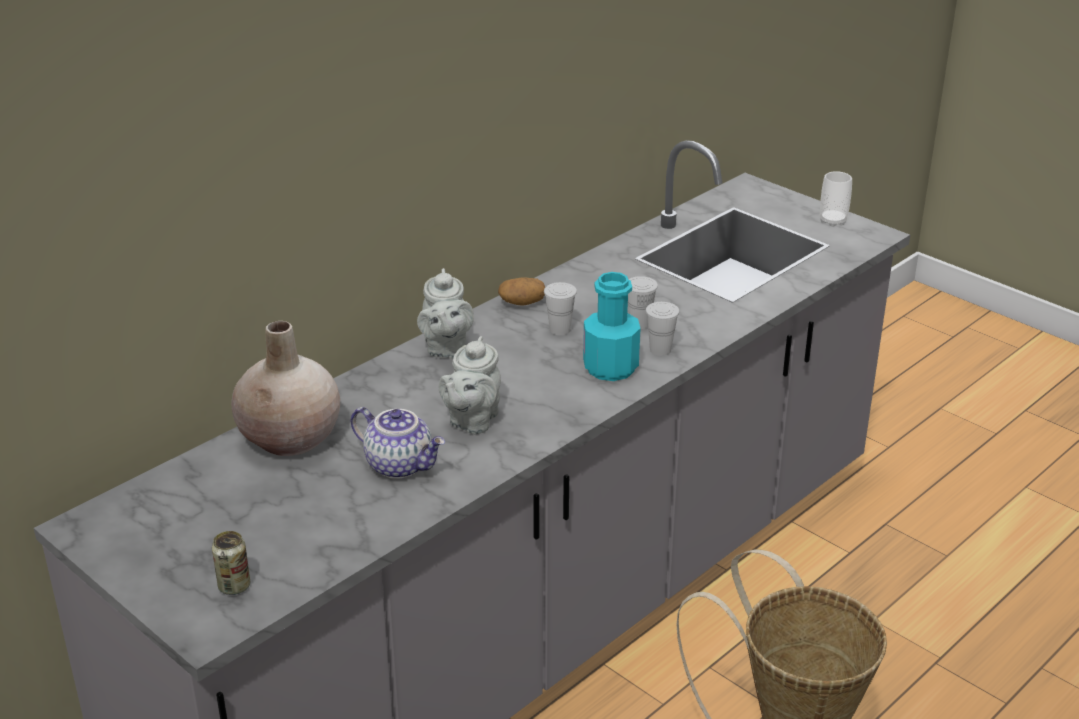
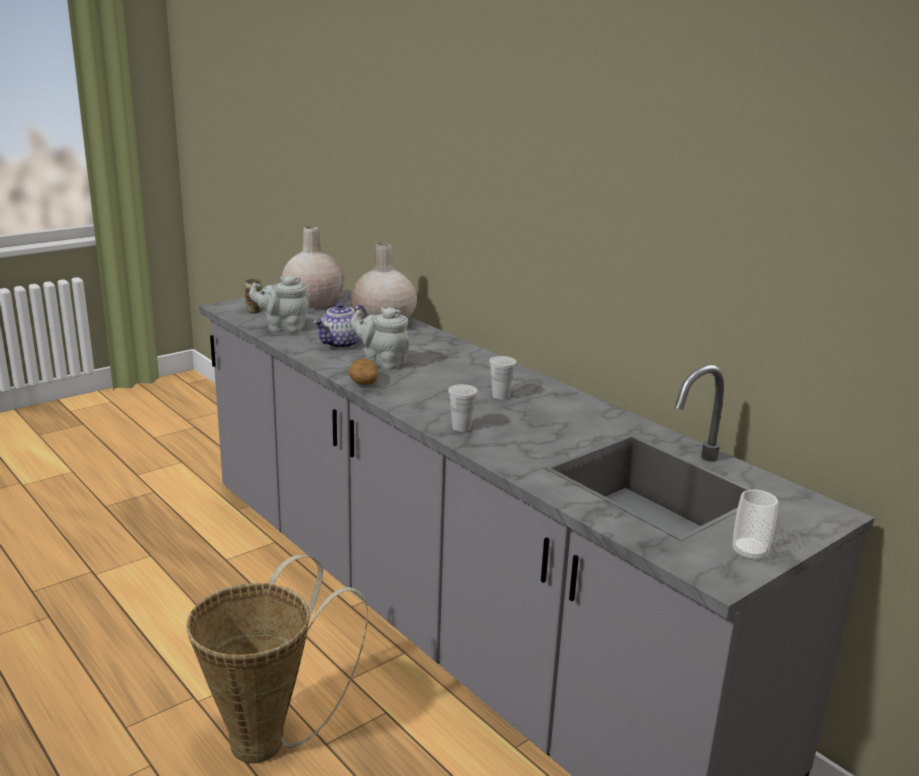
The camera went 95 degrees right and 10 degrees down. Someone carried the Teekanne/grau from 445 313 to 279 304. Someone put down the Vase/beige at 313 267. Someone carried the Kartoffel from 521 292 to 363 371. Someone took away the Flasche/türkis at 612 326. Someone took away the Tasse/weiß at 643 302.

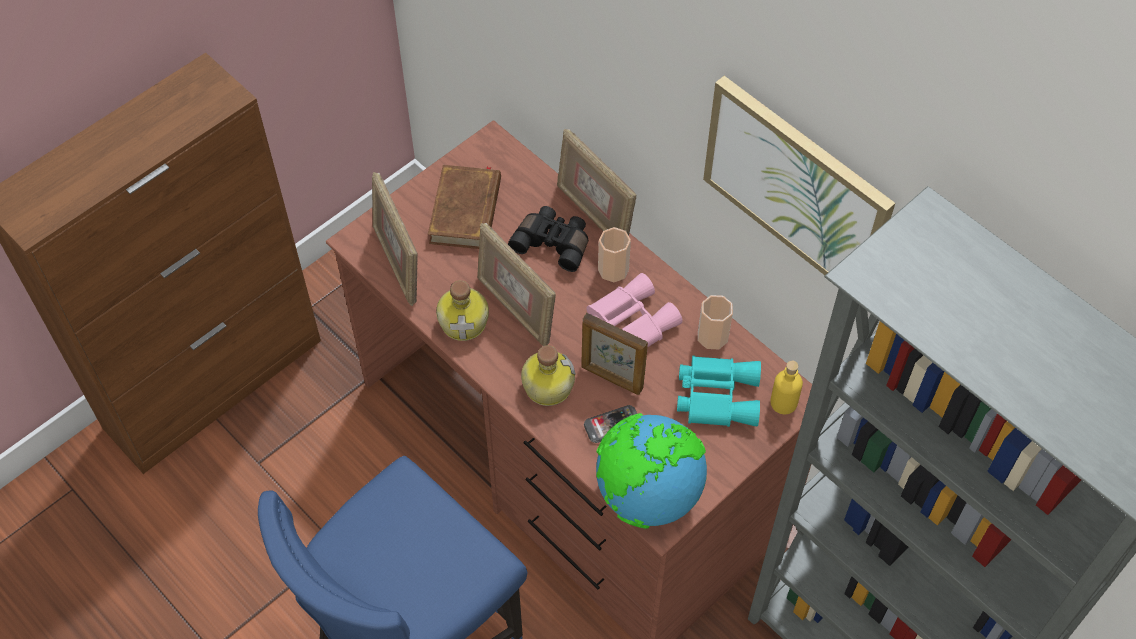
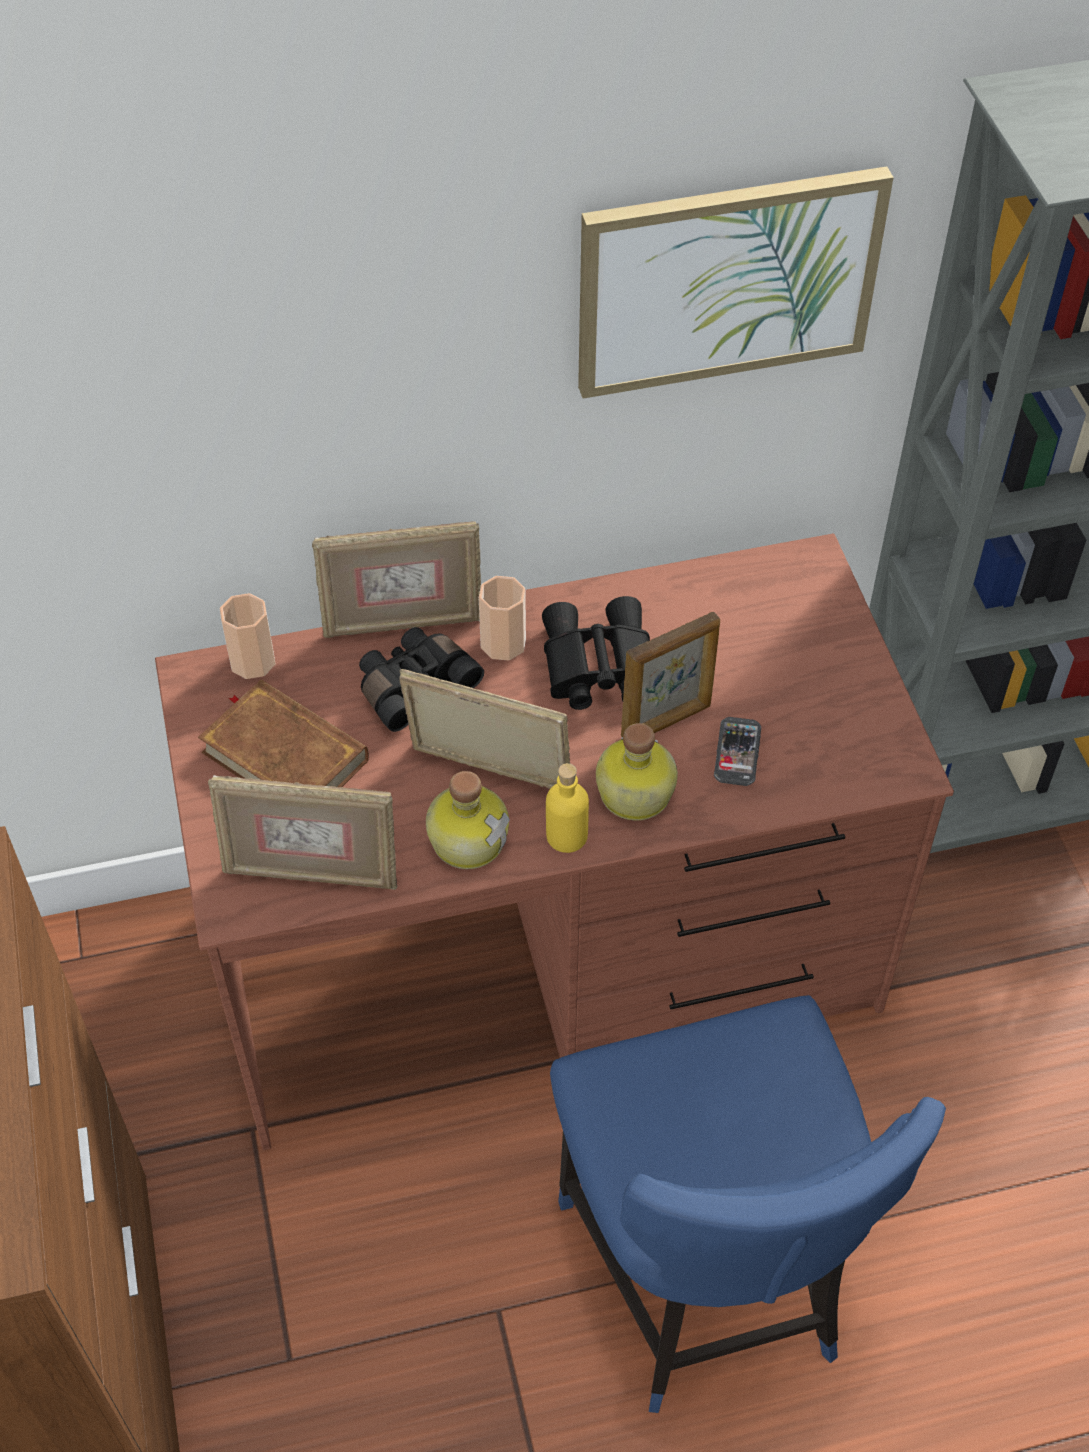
The camera went 60 degrees left and 5 degrees down. Someone carried the Tasse from 715 322 to 248 636. Someone rotated the Bilderrahmen at 516 284 by 150 degrees counterclockwise. Someone repainted the Fernglas/rosa at 635 310, which became the Fernglas/schwarz at 596 653. Someone carried the Flasche/gelb from 786 387 to 567 808. Someone took away the Globus at 651 471. Someone took away the Fernglas/türkis at 719 391.

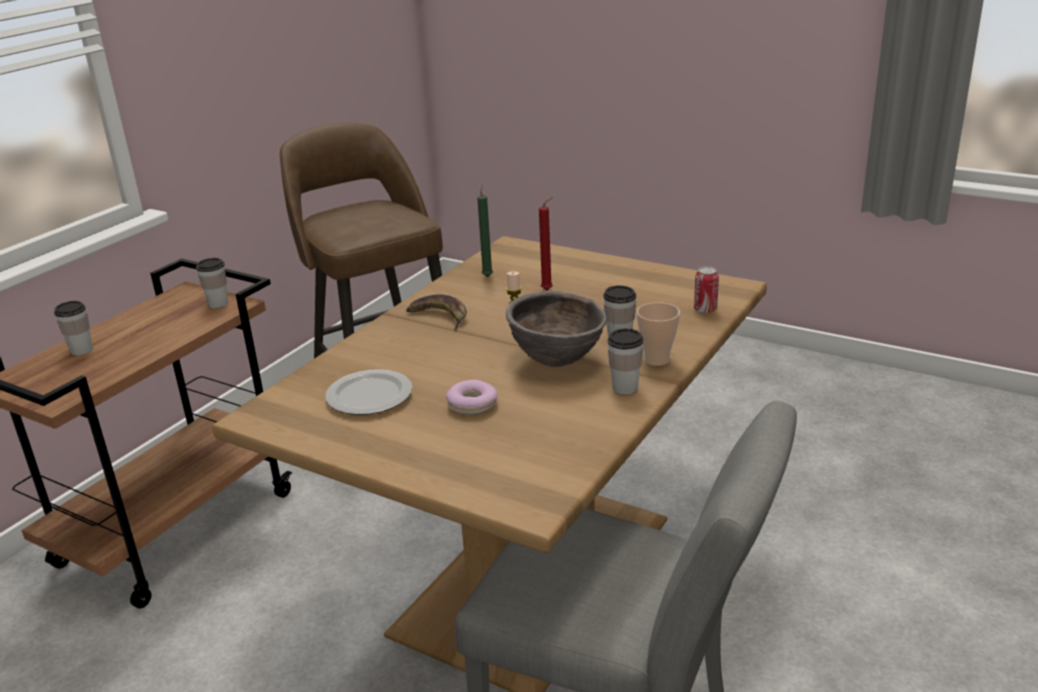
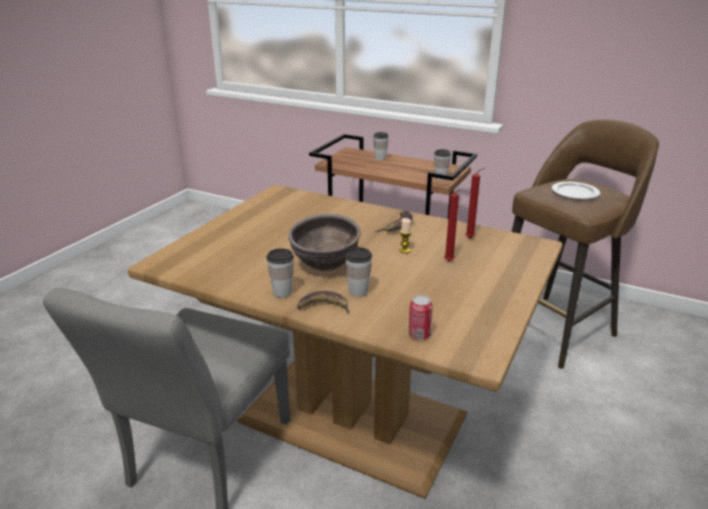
The camera went 85 degrees right and 0 degrees up. Someone swapped the Tasse at 658 334 for the Banane at 323 302. Someone repainted the Kerze/grün at 485 231, which became the Kerze/rot at 475 203. Someone carried the Teller from 369 392 to 576 191. Someone took away the Donut at 472 397.

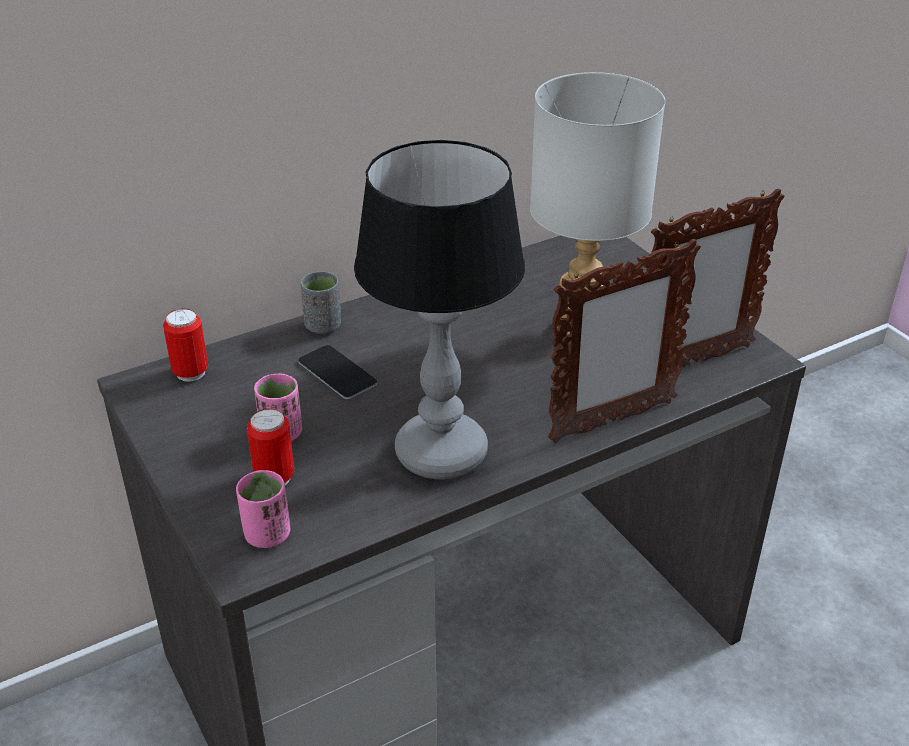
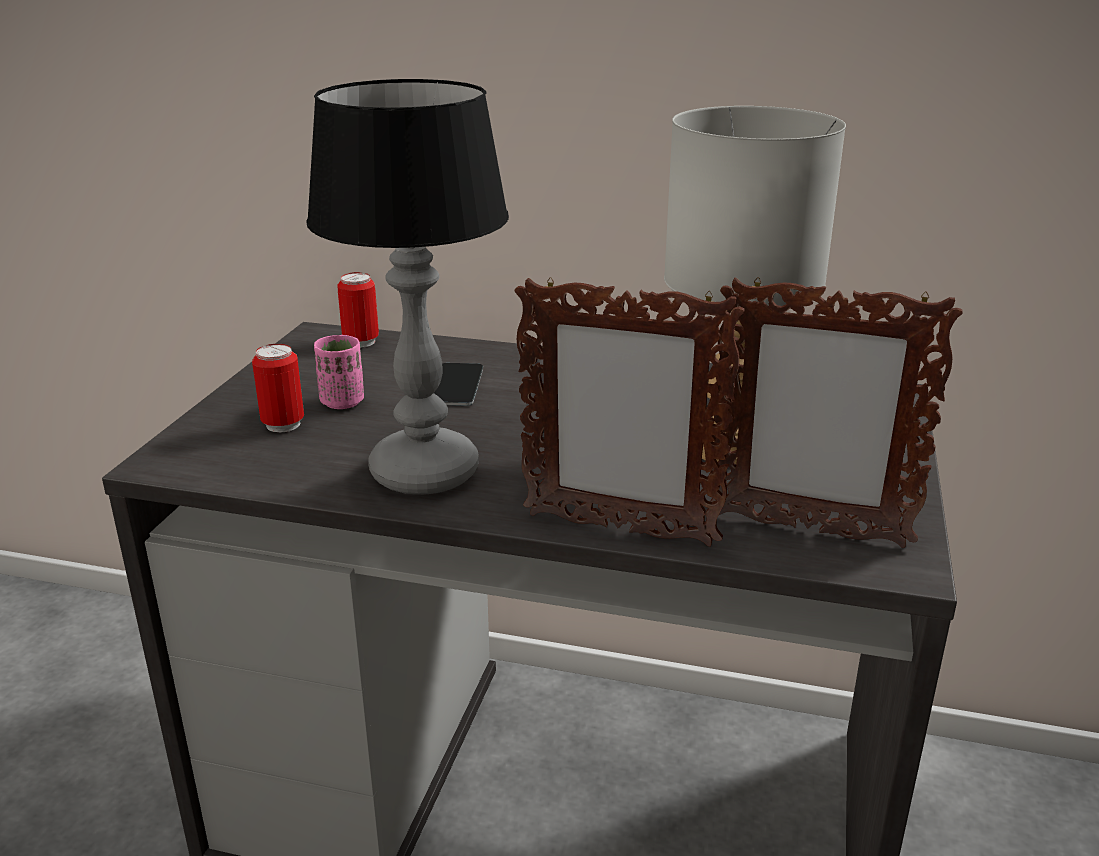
The camera went 45 degrees right and 10 degrees down. Someone took away the Tasse/rosa at 263 509. Someone took away the Tasse/grau at 320 302.

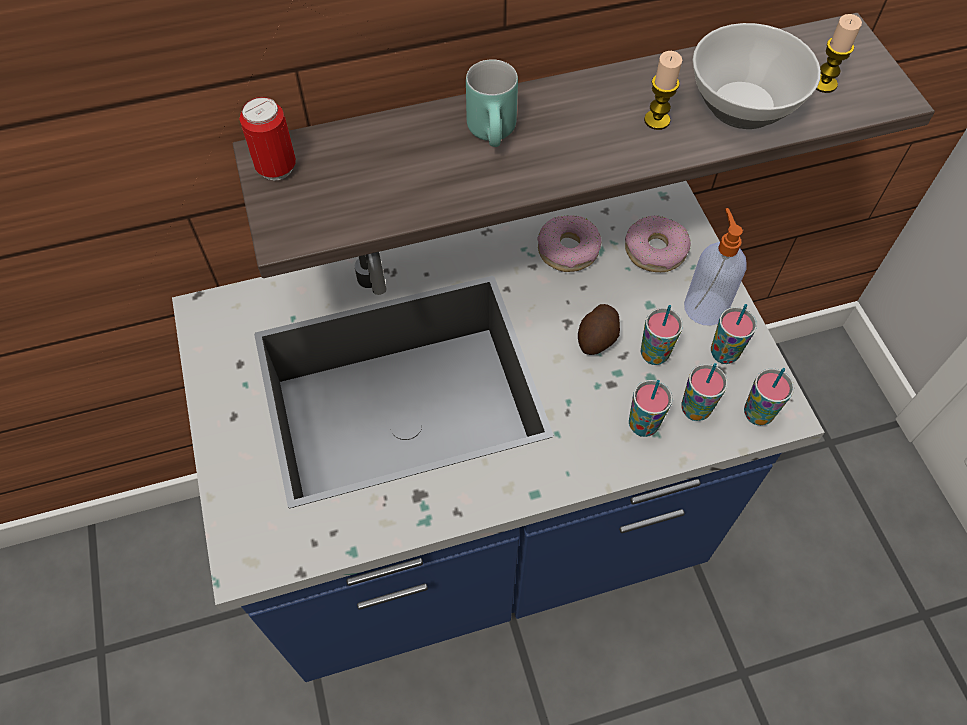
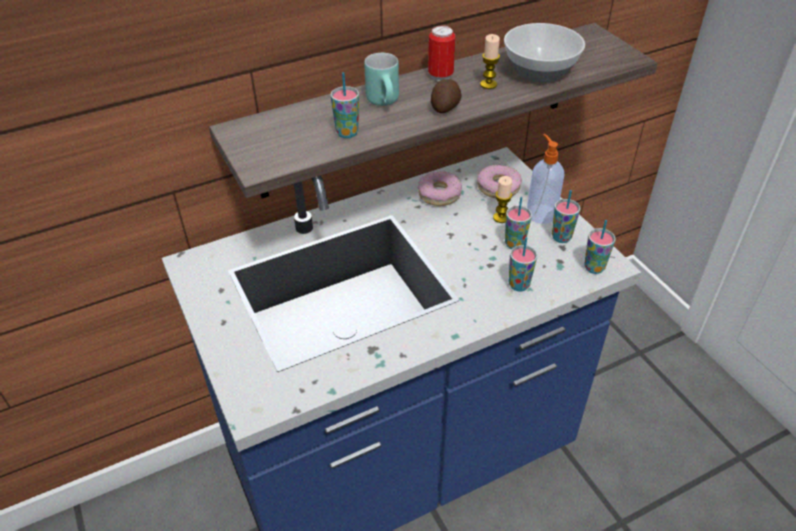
The camera went 10 degrees left and 15 degrees down. Someone carried the Tasse from 704 392 to 345 105. Someone carried the Dose from 268 138 to 441 53. Someone carried the Kartoffel from 599 329 to 446 96. Someone carried the Kerze from 839 53 to 502 199.

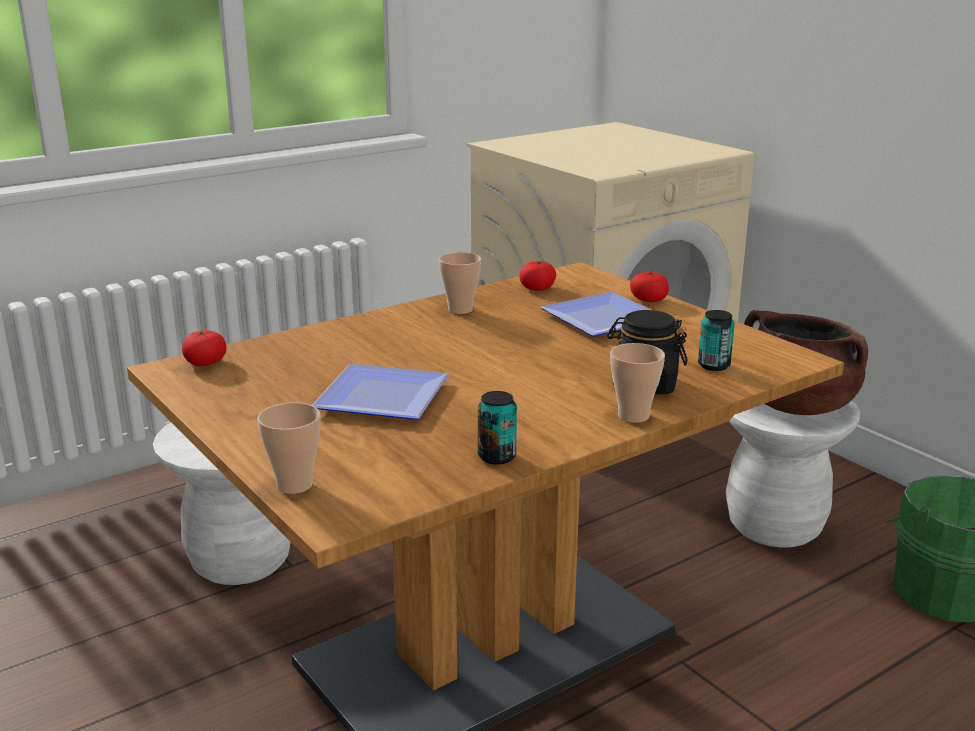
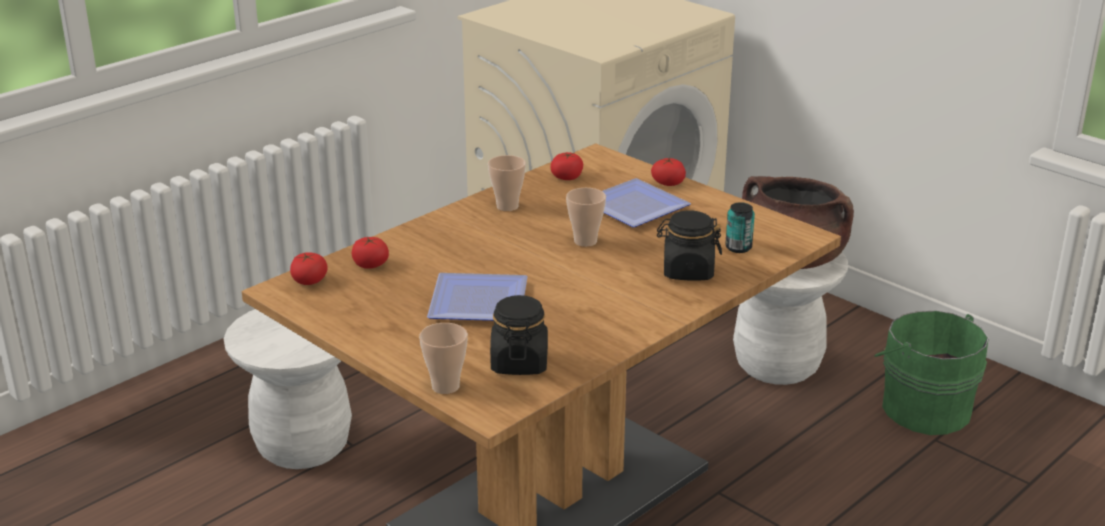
The camera went 10 degrees left and 5 degrees up. Someone put down the Tomate at 370 252. Someone put down the Vorratsglas/schwarz at 519 335. Someone carried the Tasse from 637 383 to 586 217. Someone took away the Dose at 497 428.

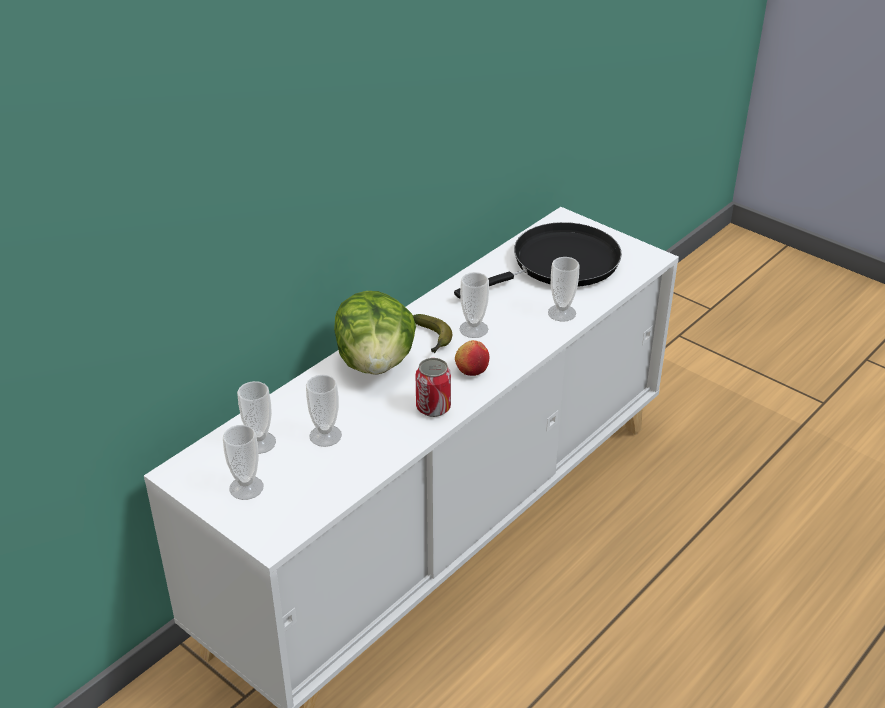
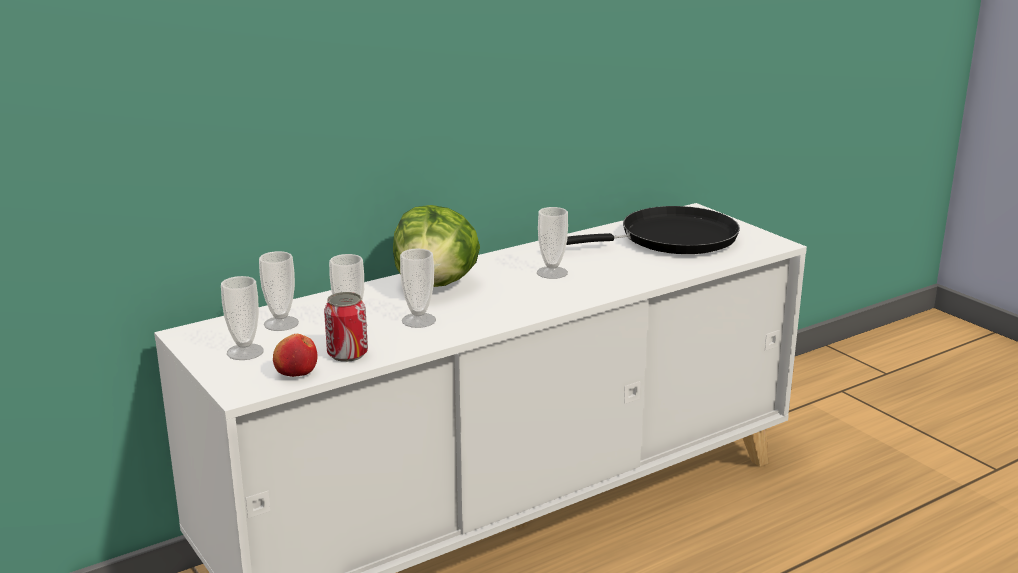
The camera went 15 degrees right and 15 degrees down. Someone carried the Apfel from 472 358 to 295 355. Someone carried the Dose from 433 387 to 346 327. Someone carried the Tasse from 563 289 to 418 288. Someone took away the Banane at 432 333.

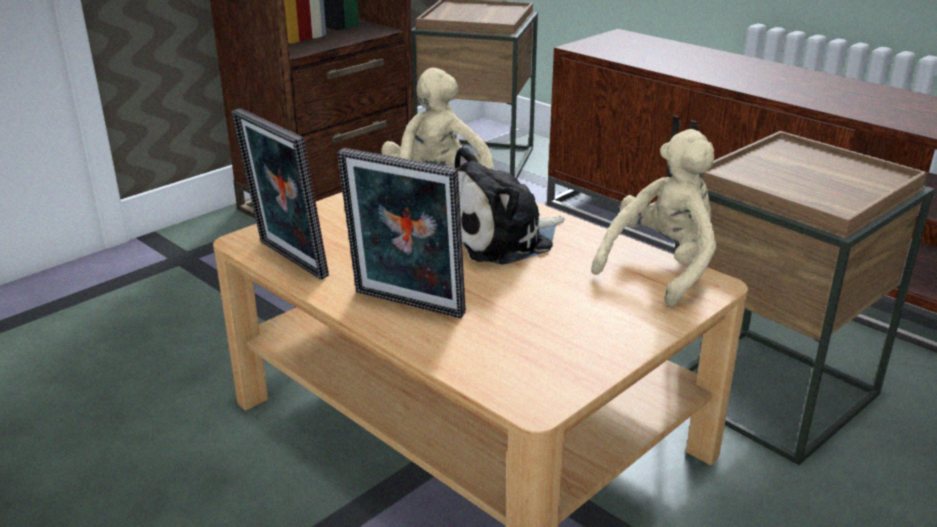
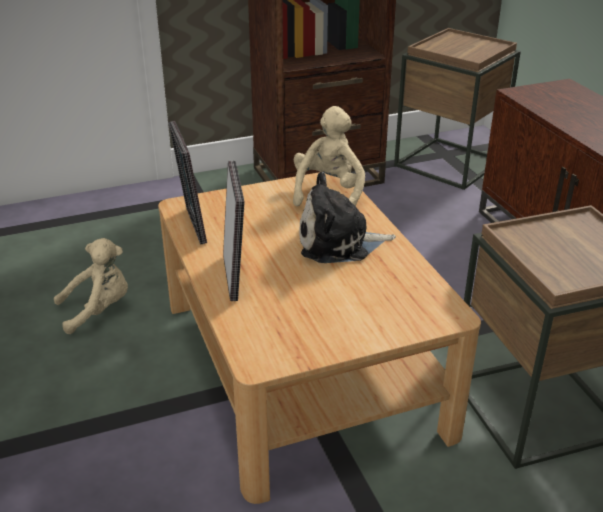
The camera went 25 degrees right and 5 degrees up. Someone carried the Plüschtier/beige from 653 218 to 91 286. Someone rotated the Bilderrahmen at 401 233 by 150 degrees counterclockwise.

